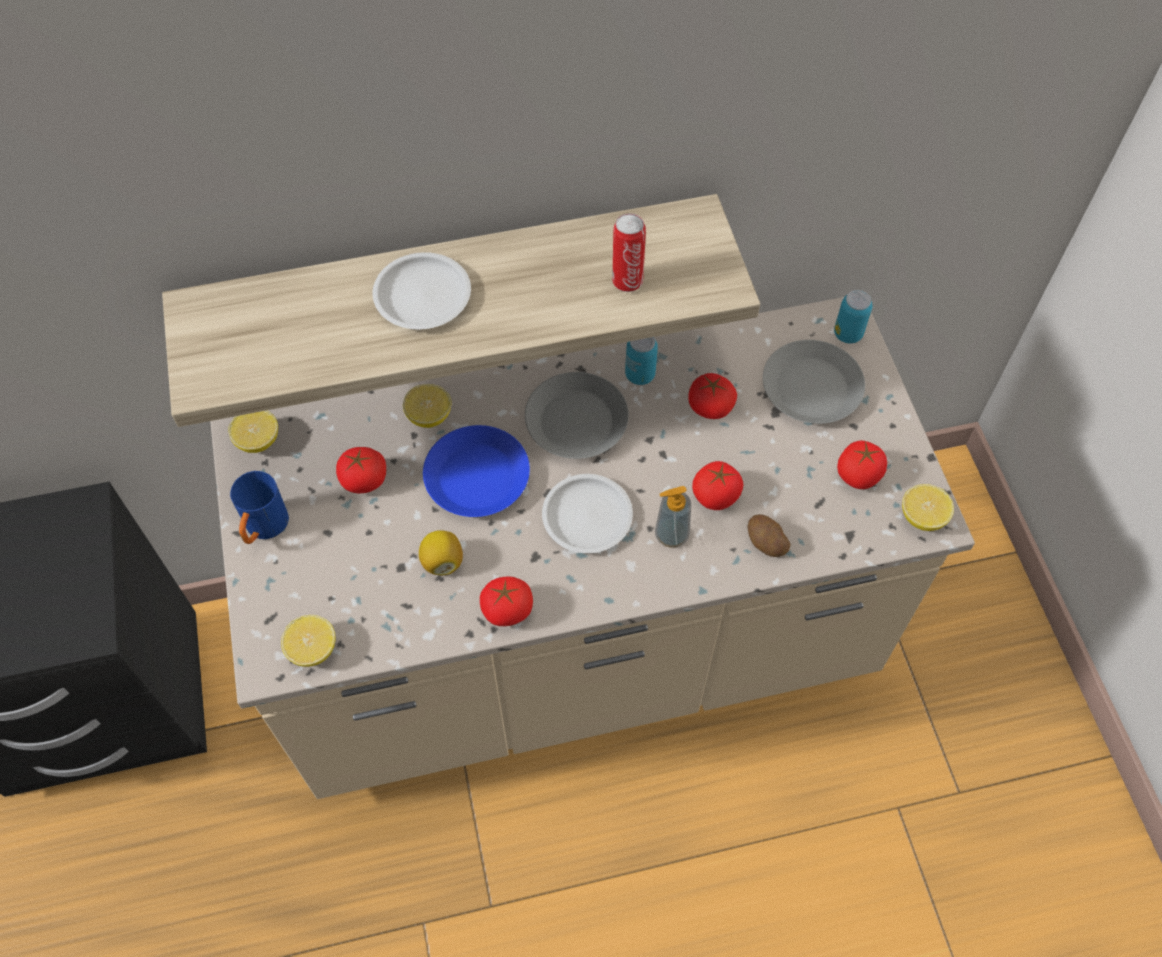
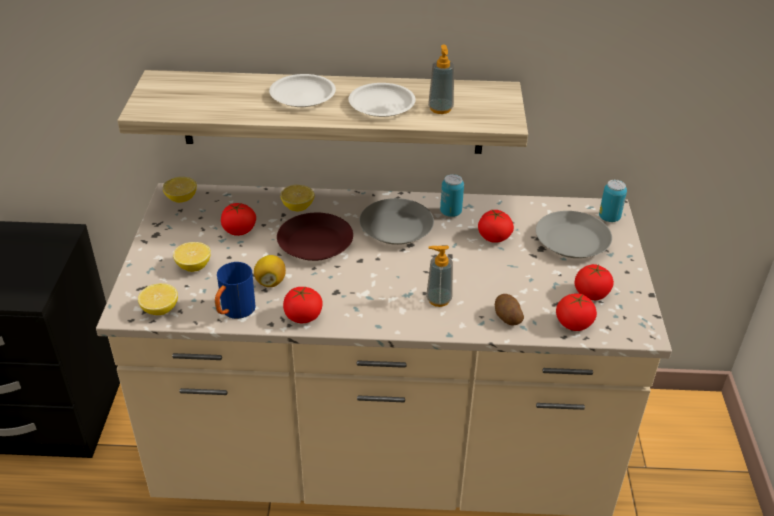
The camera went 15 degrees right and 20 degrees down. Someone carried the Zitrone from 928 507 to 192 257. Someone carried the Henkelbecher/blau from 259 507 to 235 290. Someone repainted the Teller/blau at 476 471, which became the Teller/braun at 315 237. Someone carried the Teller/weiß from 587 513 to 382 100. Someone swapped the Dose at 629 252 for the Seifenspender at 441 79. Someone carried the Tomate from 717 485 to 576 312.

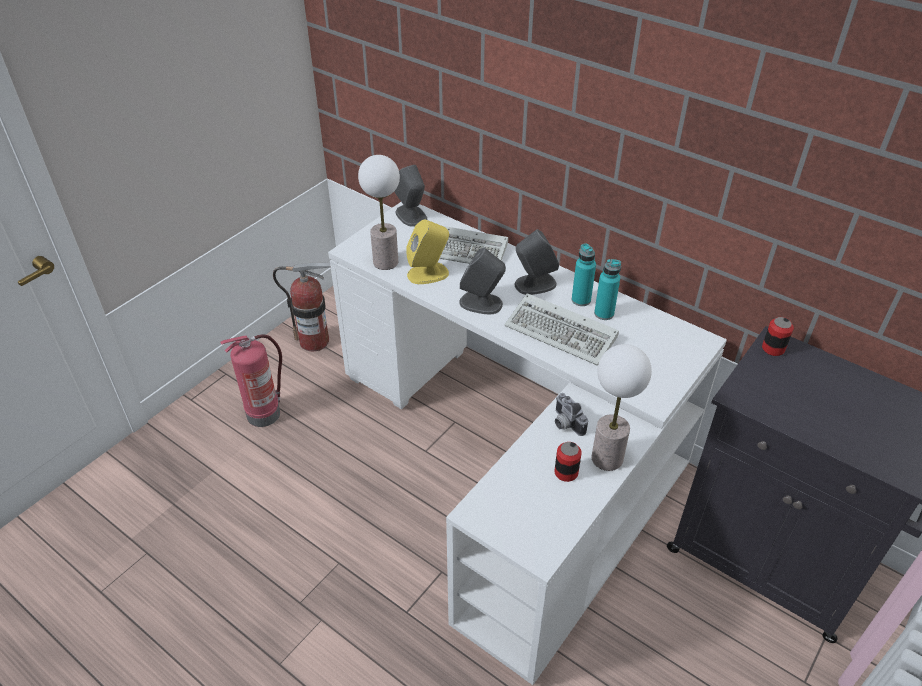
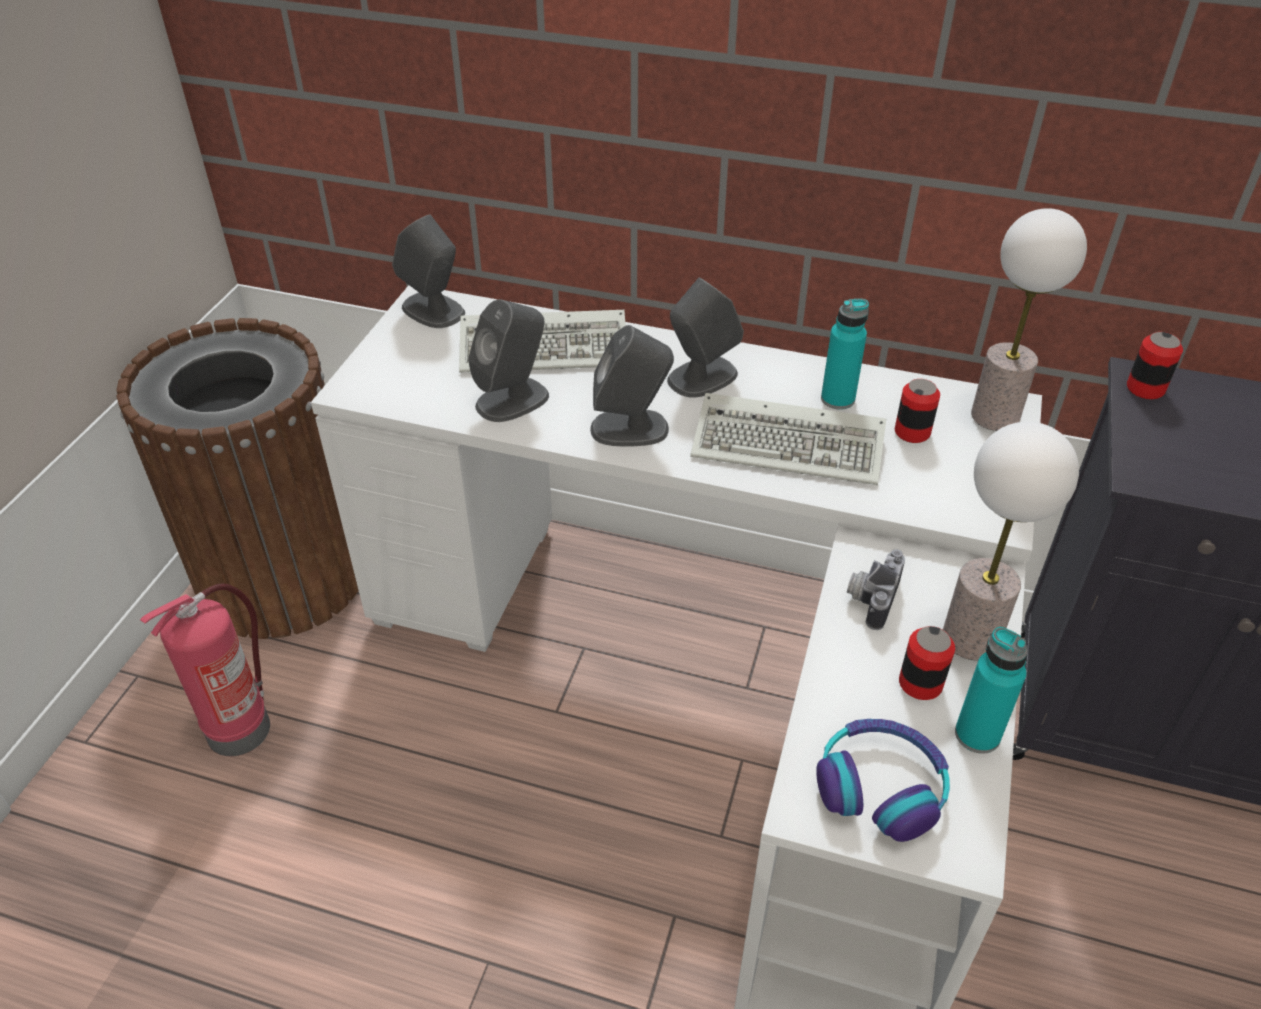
The camera went 20 degrees left and 0 degrees up. Someone swapped the Feuerlöscher at 302 307 for the Mülleimer/braun at 237 478. Someone repainted the Lautsprecher/gelb at 427 251, which became the Lautsprecher/grau at 508 360. Someone put down the Kopfhörer at 883 780. Someone rotated the Kamera at 571 414 by 75 degrees clockwise. Someone put down the Dose at 917 411. Someone carried the Flasche/türkis from 584 274 to 991 690. Someone carried the Tischlampe from 379 212 to 1029 319.

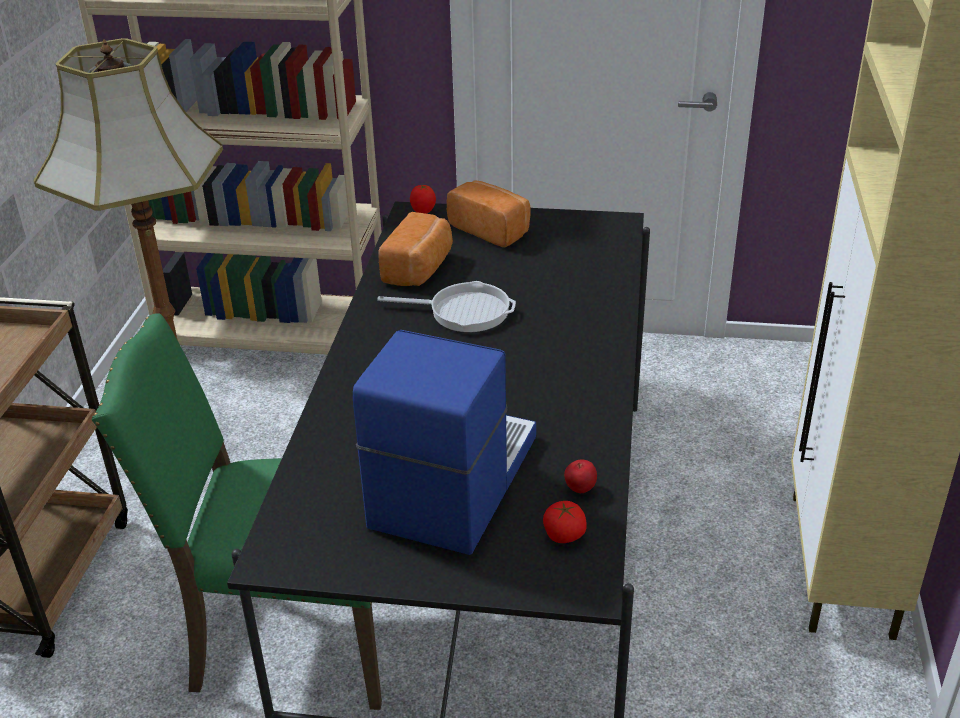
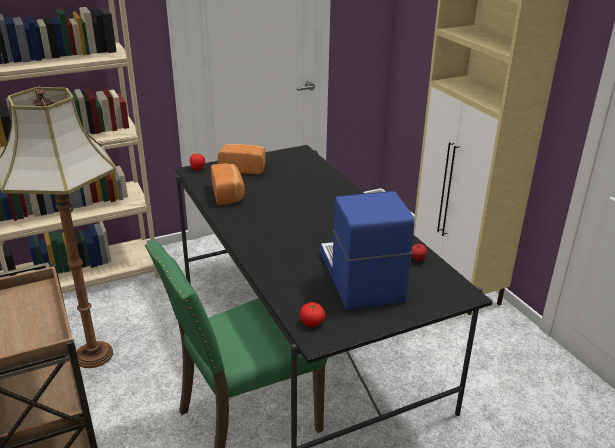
The camera went 35 degrees left and 5 degrees down. Someone carried the Tomate from 565 522 to 312 314. Someone took away the Pfanne at 446 306.

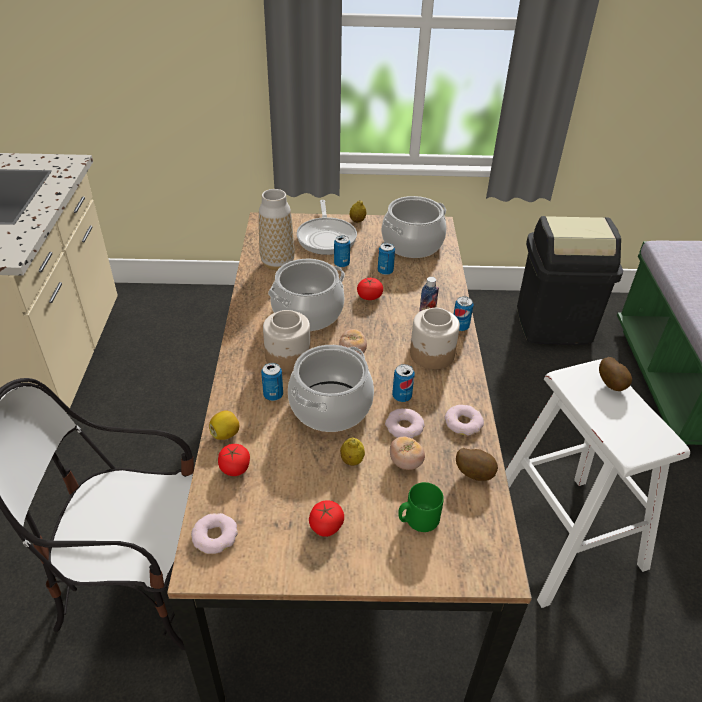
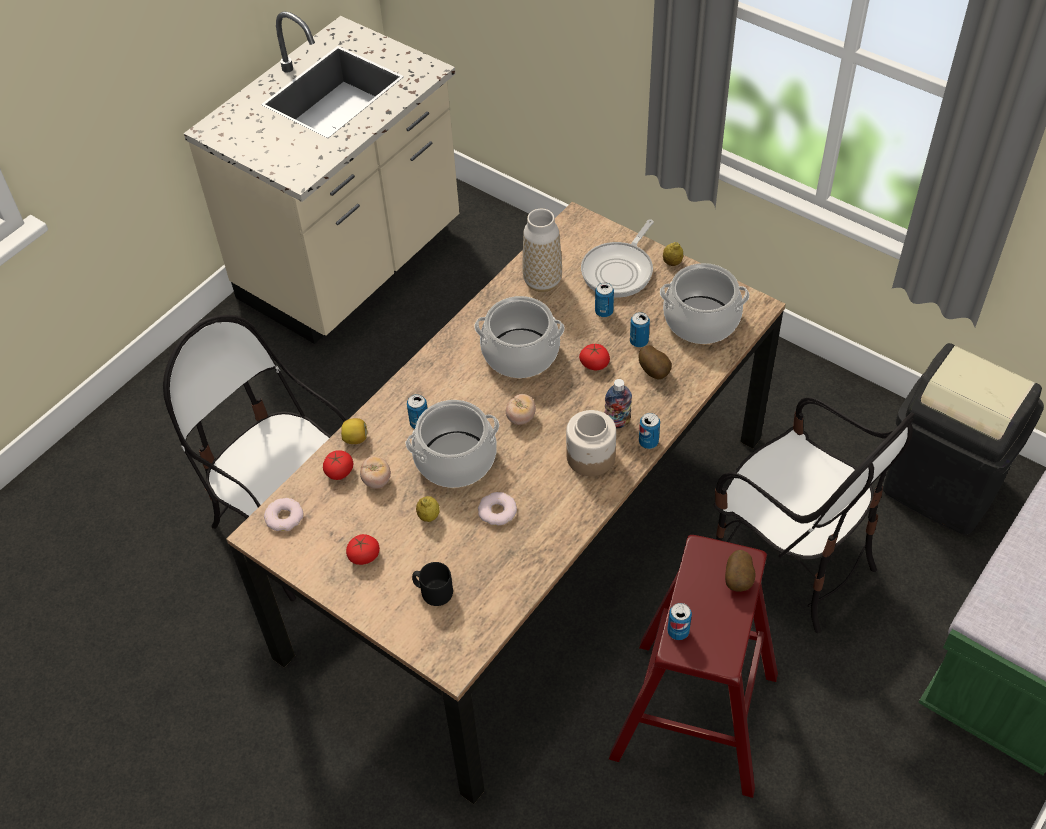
The camera went 40 degrees right and 10 degrees up. Someone carried the Tomate from 407 453 to 375 472. Someone repainted the Henkelbecher/grün at 421 507, which became the Henkelbecher/schwarz at 432 584. Someone repainted the Hocker/weiß at 597 483, which became the Hocker/rot at 693 666. Someone carried the Kartoffel from 477 464 to 655 362. Someone carried the Dose from 403 383 to 679 621. Someone put down the Stuhl at 814 515. Someone took away the Vorratsglas at 287 341. Someone took away the Donut at 464 420.

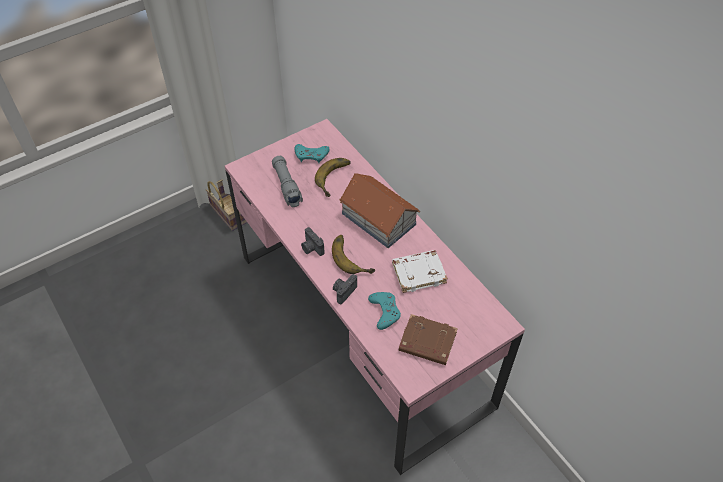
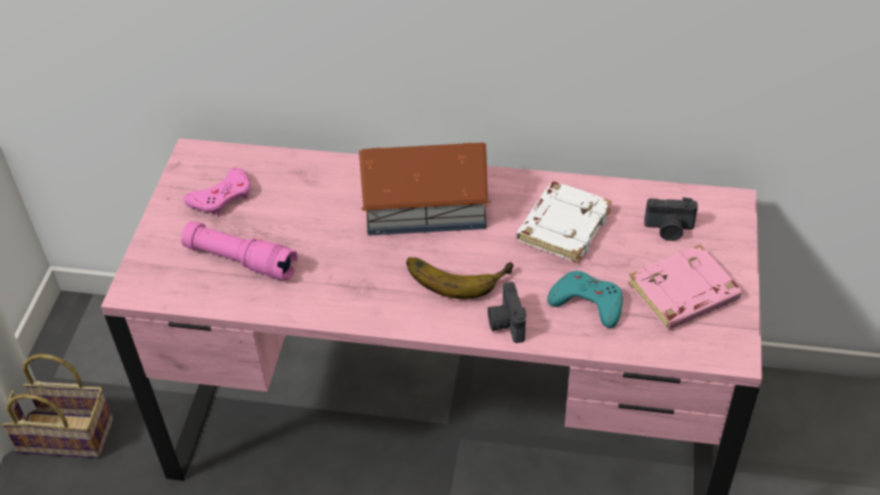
The camera went 45 degrees left and 5 degrees down. Someone repainted the Taschenlampe/grau at 287 181, which became the Taschenlampe/rosa at 239 250. Someone repainted the Gamepad/türkis at 312 153, which became the Gamepad/rosa at 217 191. Someone repainted the Buch/braun at 428 339, which became the Buch/rosa at 685 287. Someone carried the Kamera from 313 241 to 671 219. Someone took away the Banane at 333 177.

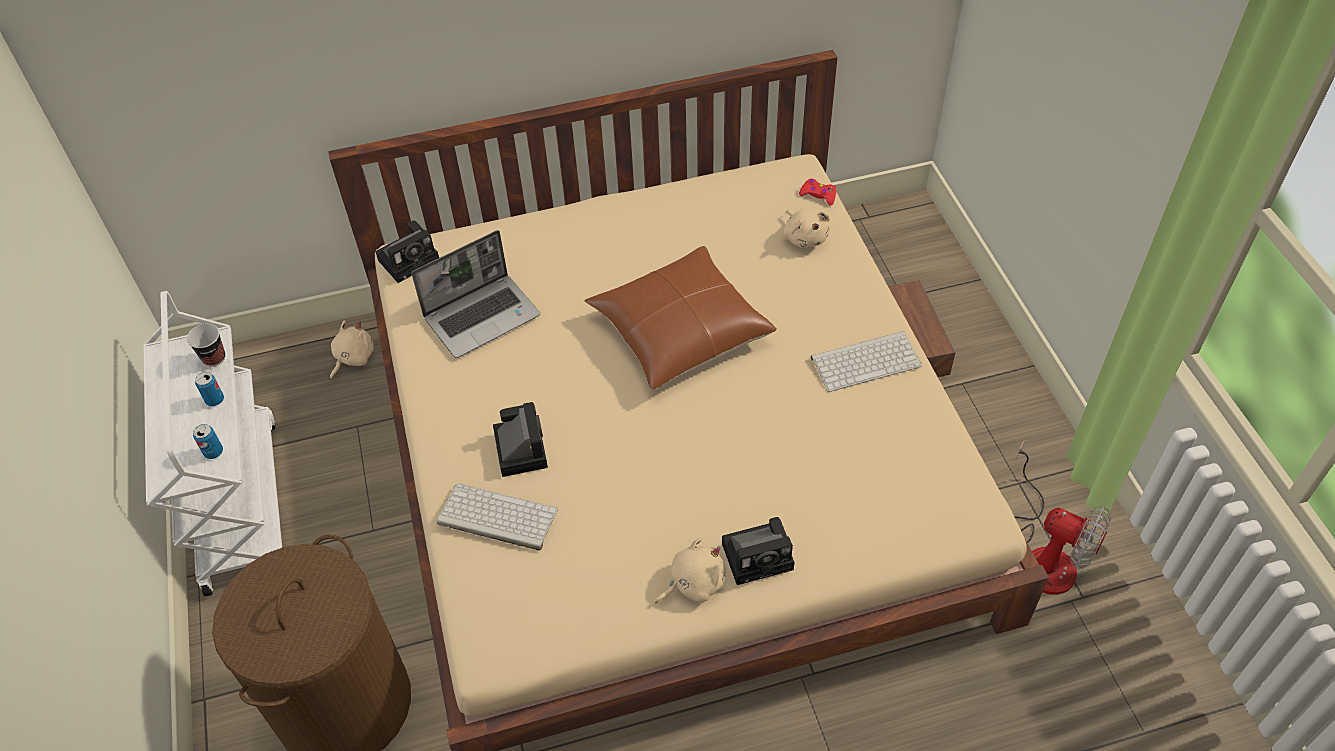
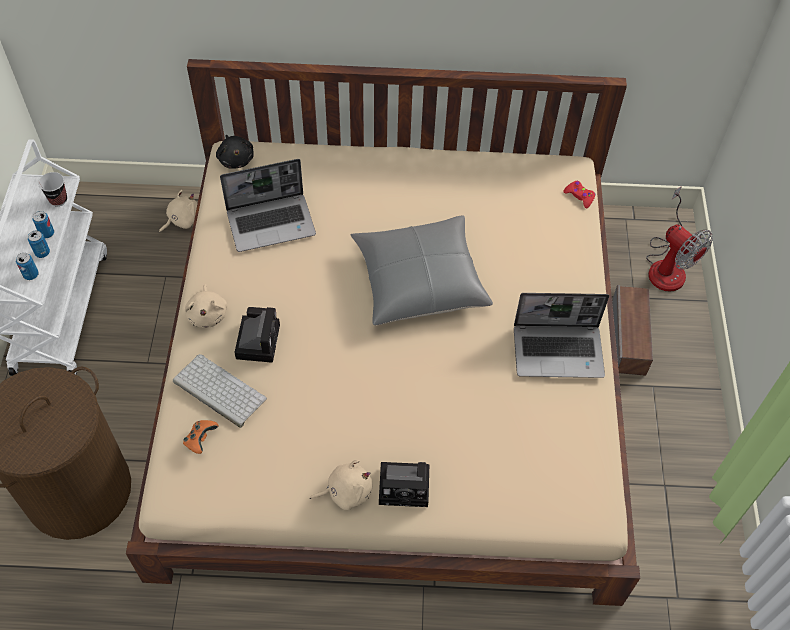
The camera went 15 degrees right and 5 degrees up. Someone put down the Dose at 39 244. Someone put down the Gamepad/orange at 201 437. Someone carried the Plüschtier/beige from 806 228 to 206 306. Someone swapped the Kamera at 407 251 for the Plüschtier/schwarz at 235 152. Someone repainted the Kissen/braun at 680 318, which became the Kissen/grau at 422 270. Someone swapped the Tastatur at 866 361 for the Laptop at 561 335. Someone carried the Ventilator from 1062 517 to 679 239.

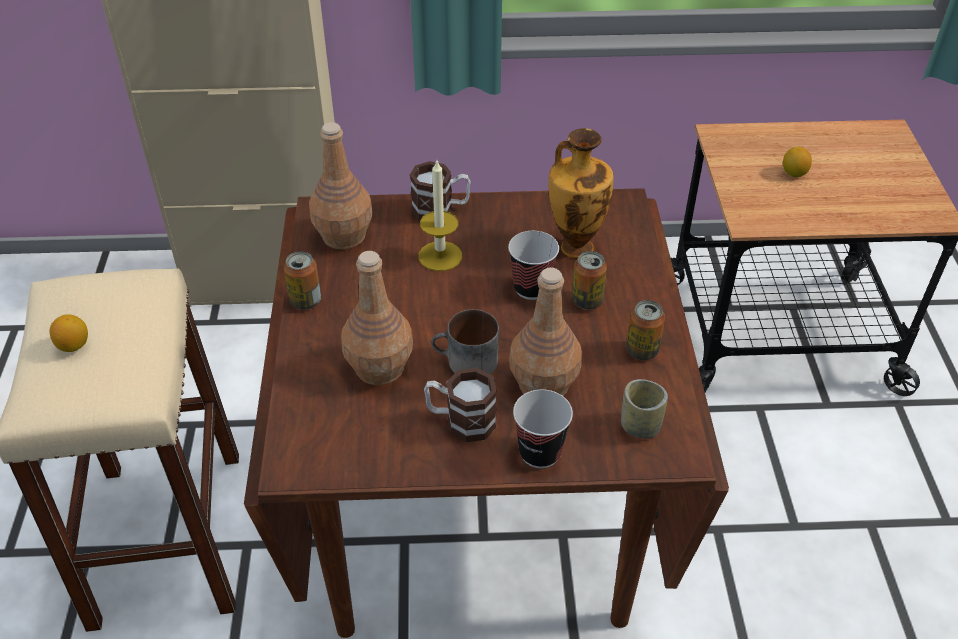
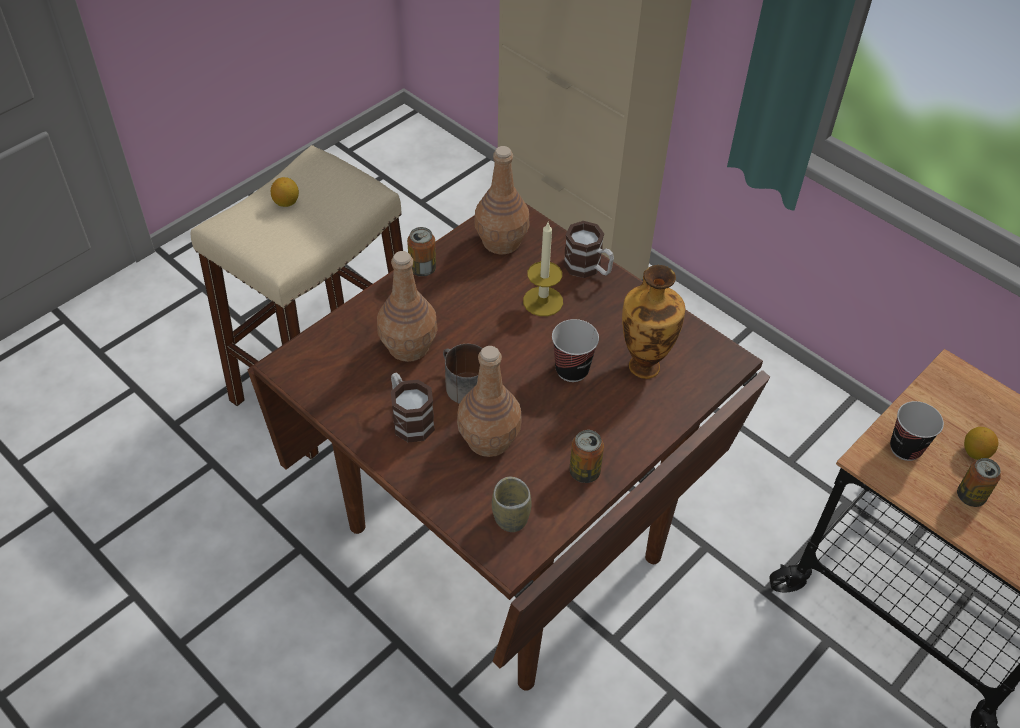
The camera went 45 degrees right and 5 degrees up. Someone carried the Tasse from 543 428 to 917 431. Someone carried the Dose from 589 280 to 979 482.

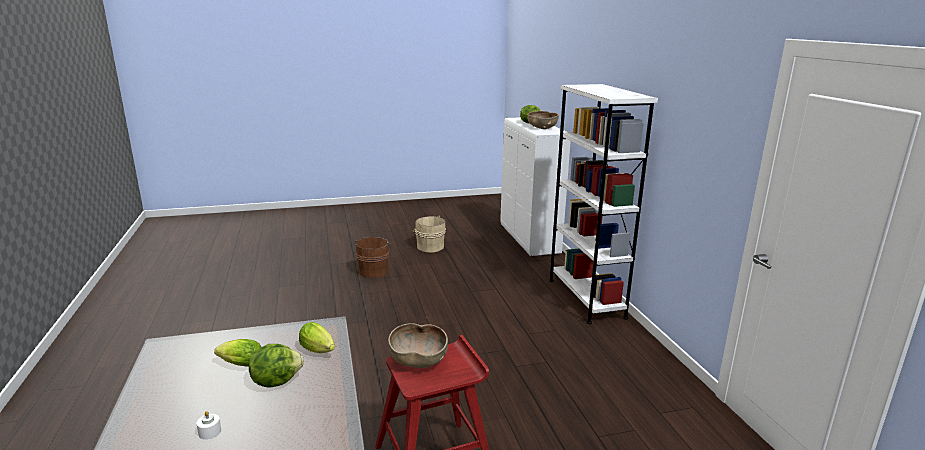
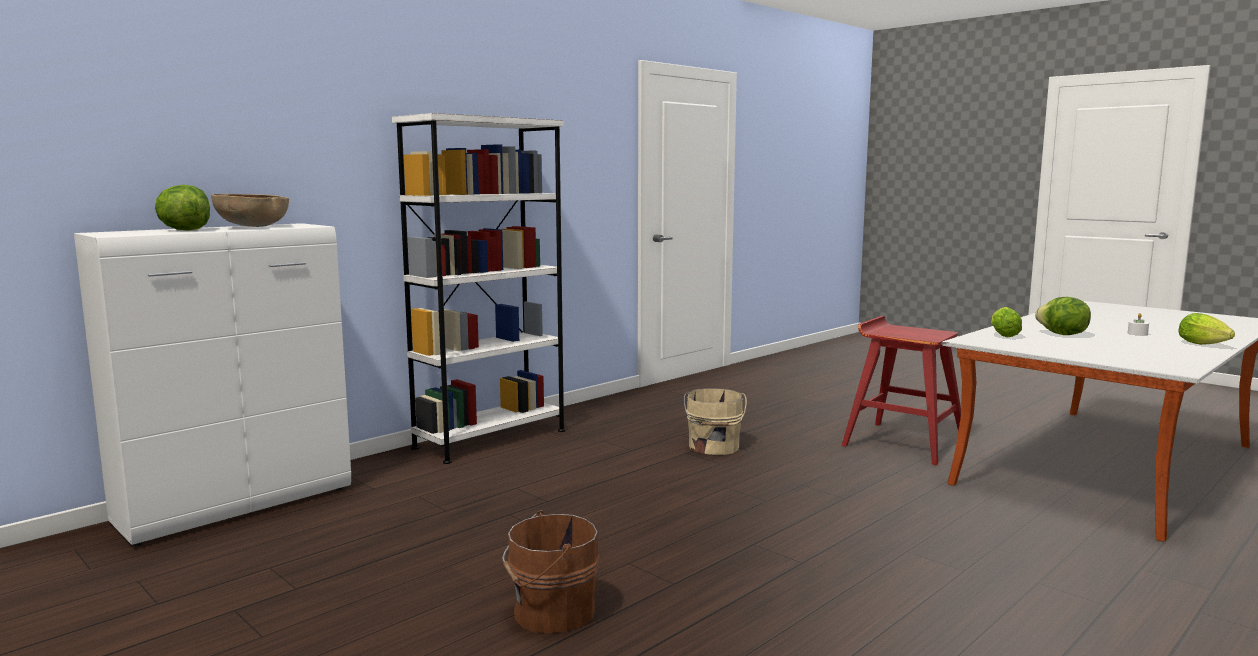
The camera went 120 degrees left and 10 degrees down. Someone carried the Eimer/beige from 429 233 to 715 421. Someone carried the Salatkopf from 237 353 to 1206 329. Someone took away the Schüssel/braun at 418 345.

